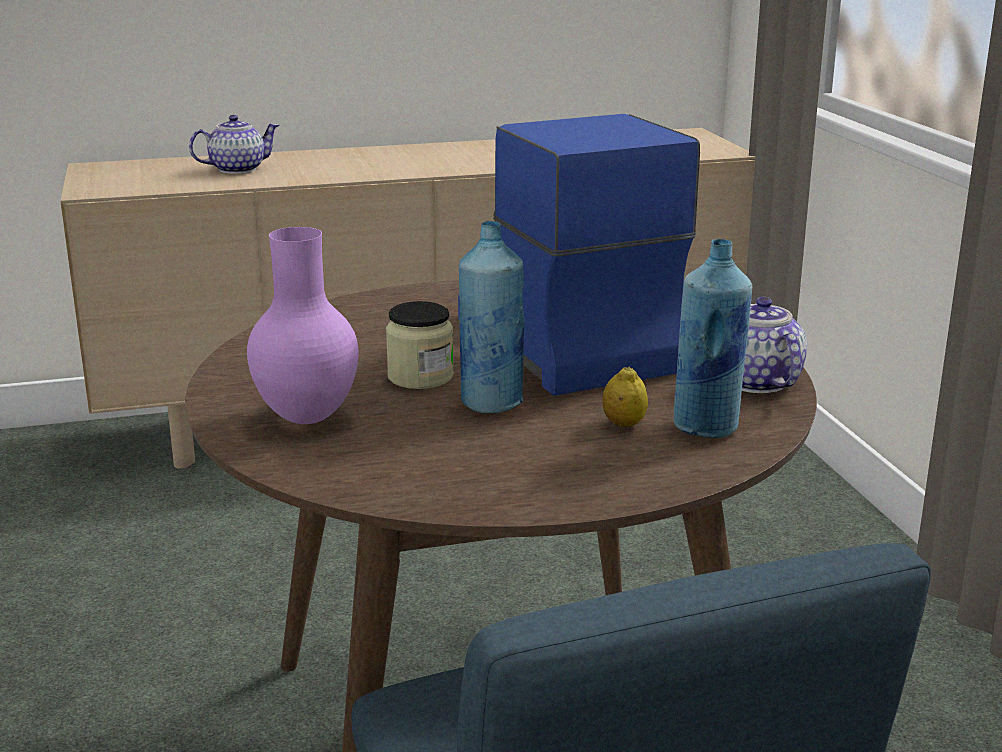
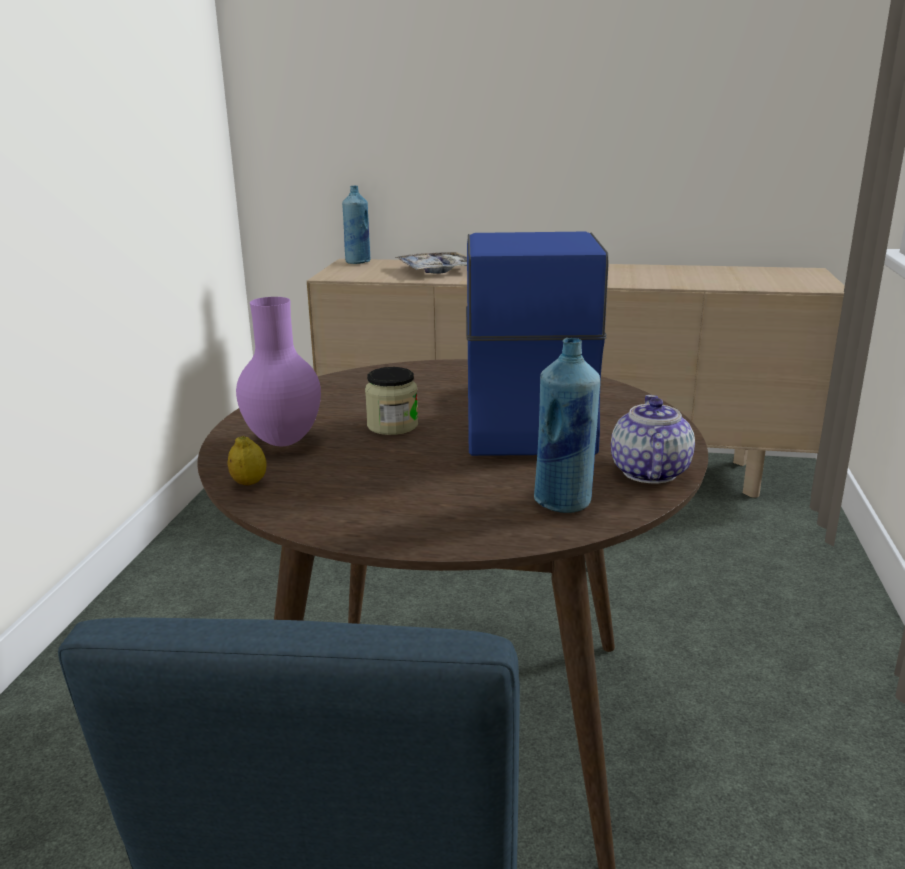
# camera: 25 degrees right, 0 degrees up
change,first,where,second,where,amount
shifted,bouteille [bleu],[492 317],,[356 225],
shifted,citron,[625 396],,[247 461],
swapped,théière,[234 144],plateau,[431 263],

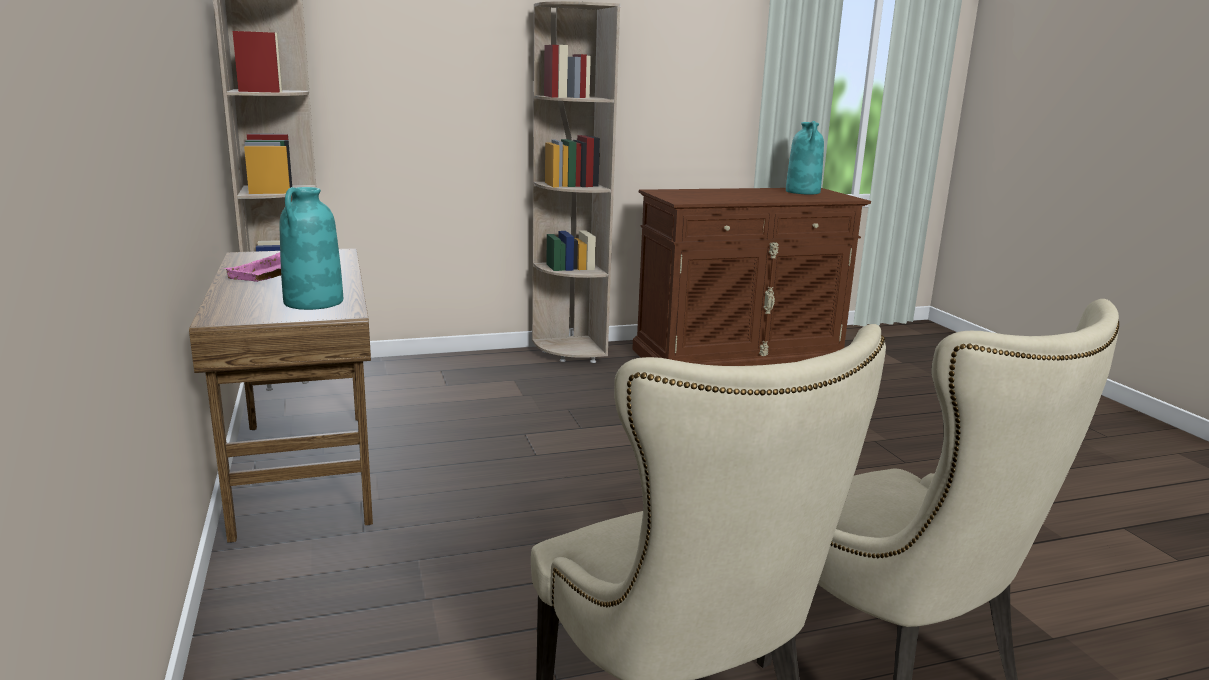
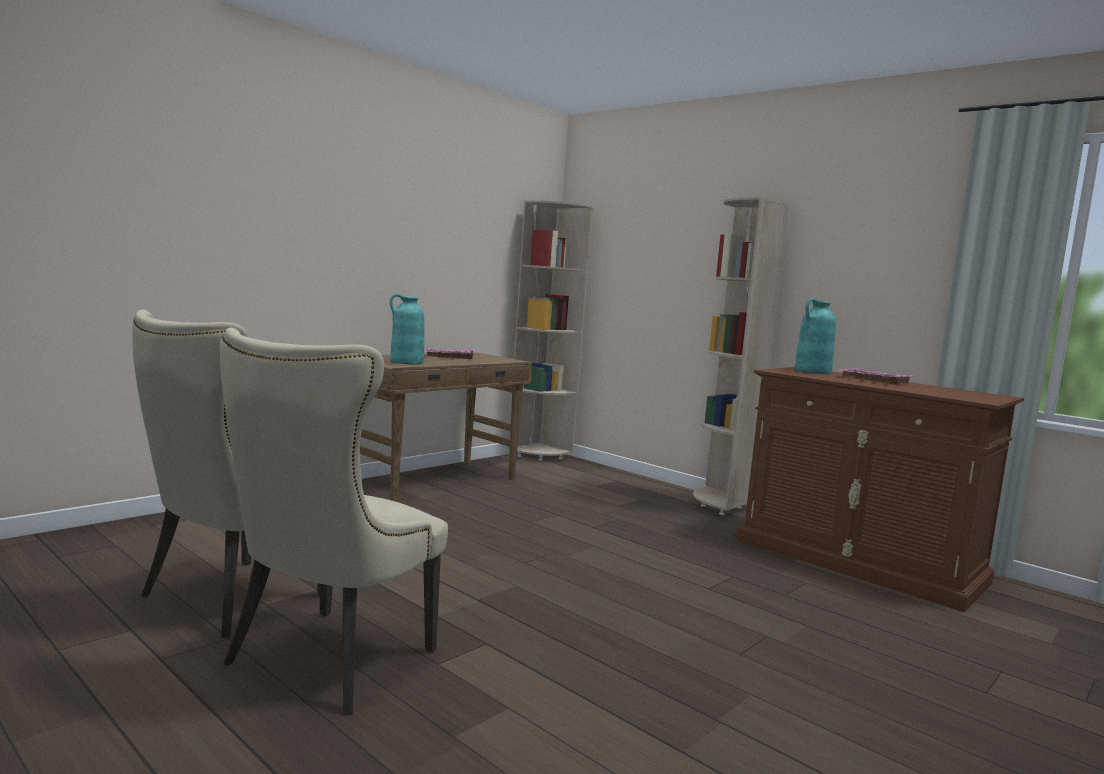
# camera: 60 degrees right, 10 degrees down
change,first,where,second,where,amount
new,,,plateau [rose],[877 376],
shifted,vase [turquoise],[805 158],,[815 336],

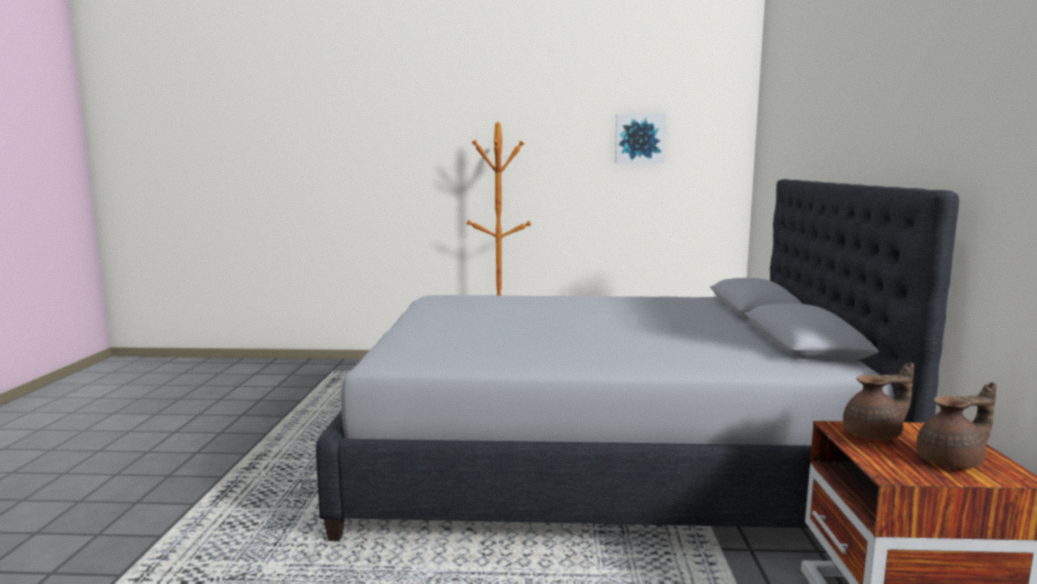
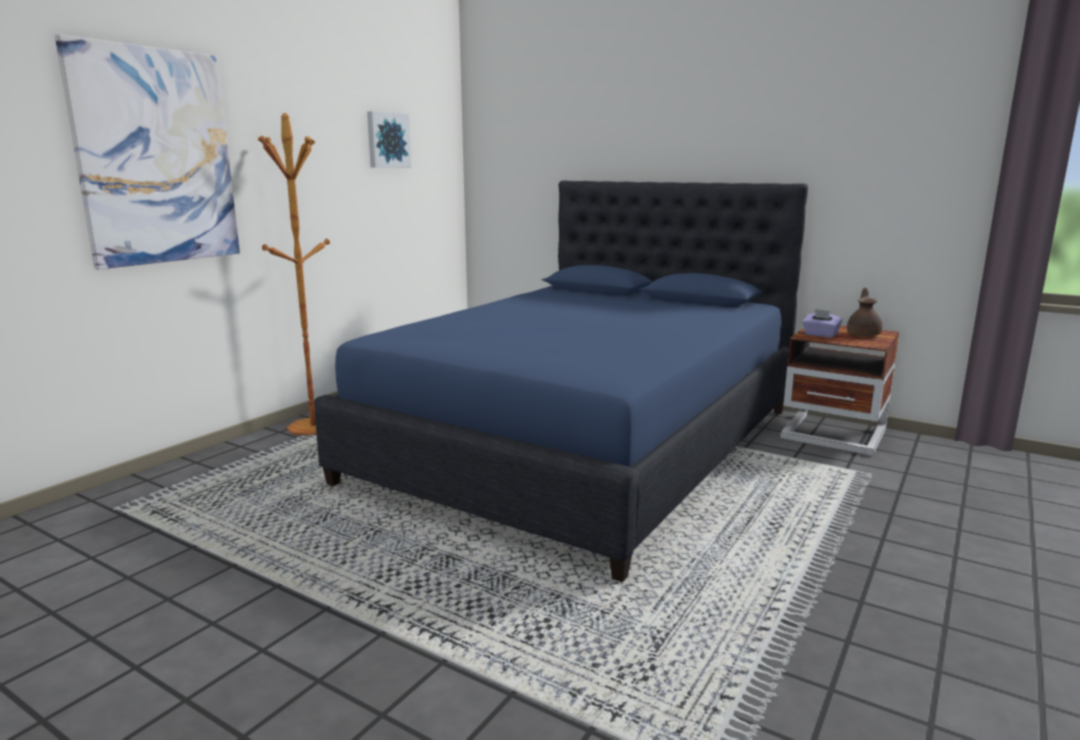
# camera: 60 degrees left, 5 degrees up
change,first,where,second,where,amount
new,,,tableau,[147 152],
swapped,théière [marron],[878 401],boîte à mouchoirs [violet],[822 323],
repainted,lit [gris],[637 360],lit [bleu],[561 381],

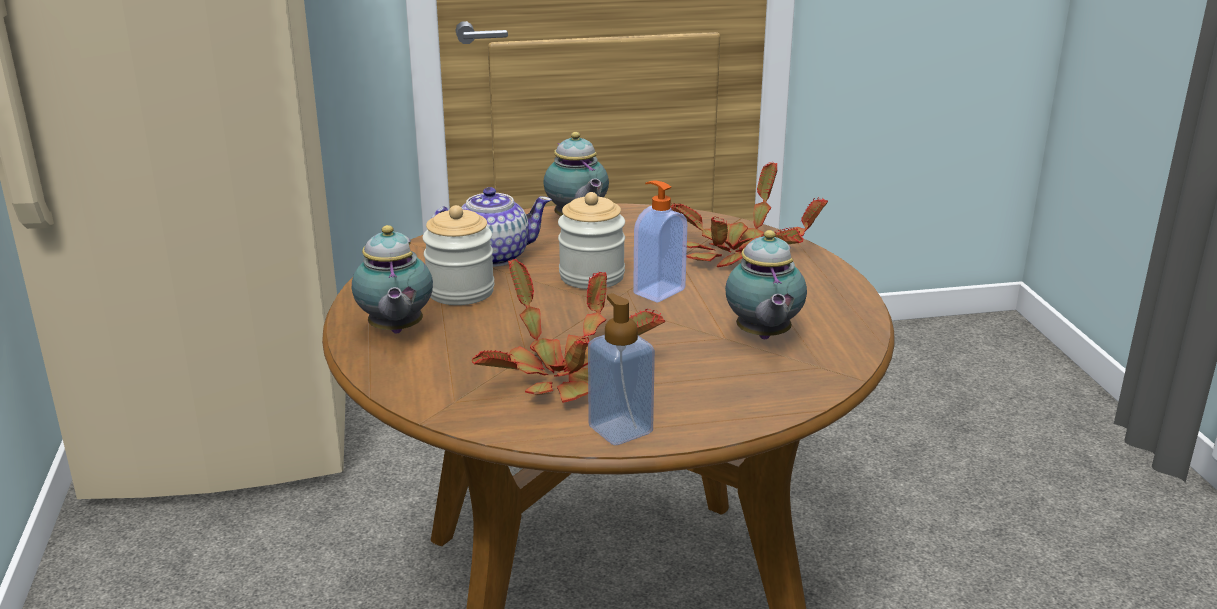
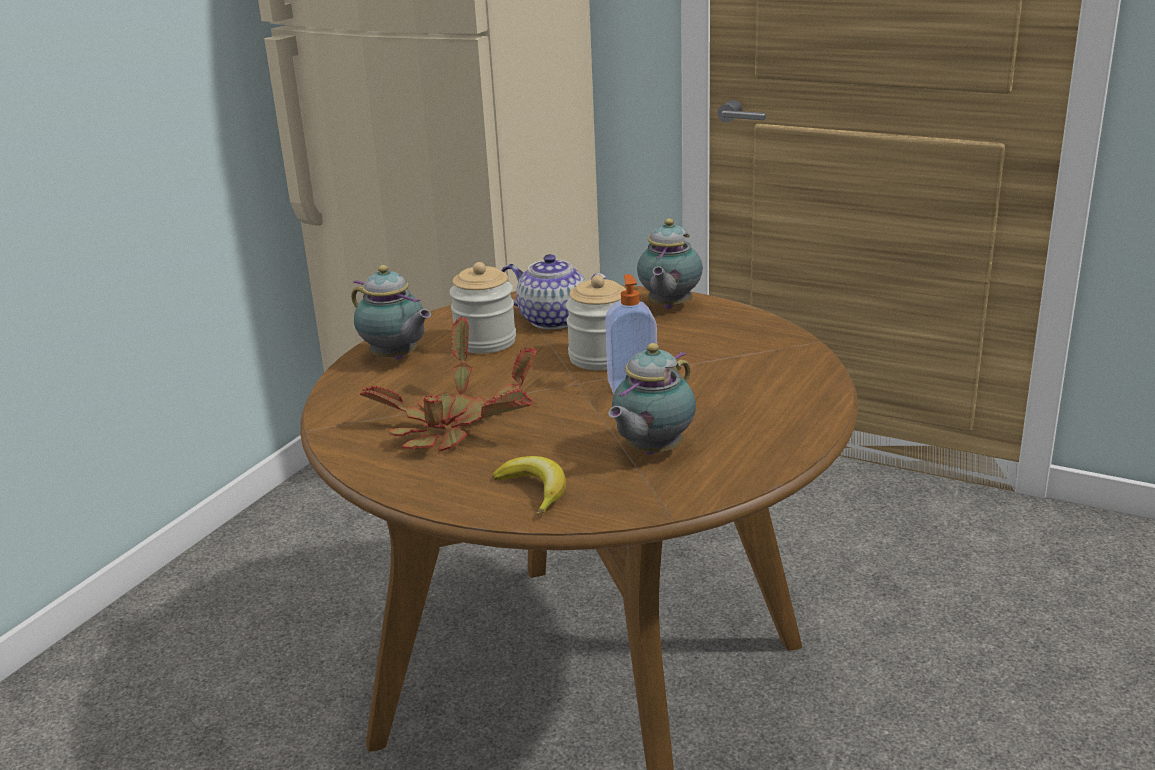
# camera: 40 degrees right, 0 degrees up
change,first,where,second,where,amount
gone,distributeur de savon,[621 369],,,
gone,plante en pot,[749 214],,,
new,,,banane,[529 486],
rotated,théière,[392 279],,[391 312],75 degrees counterclockwise

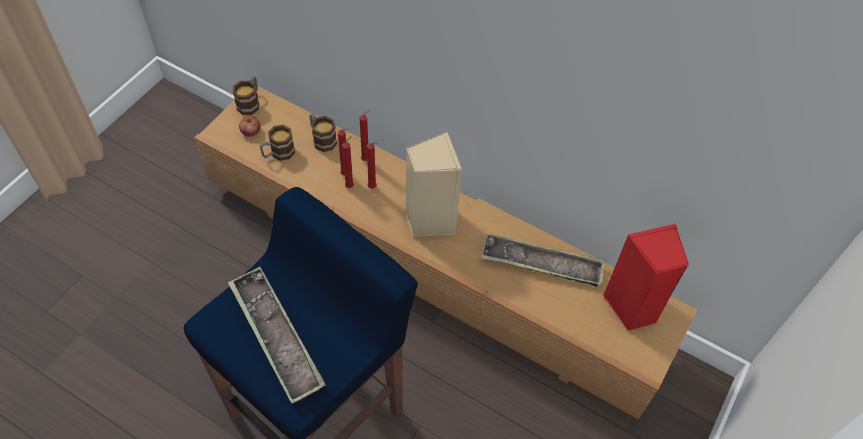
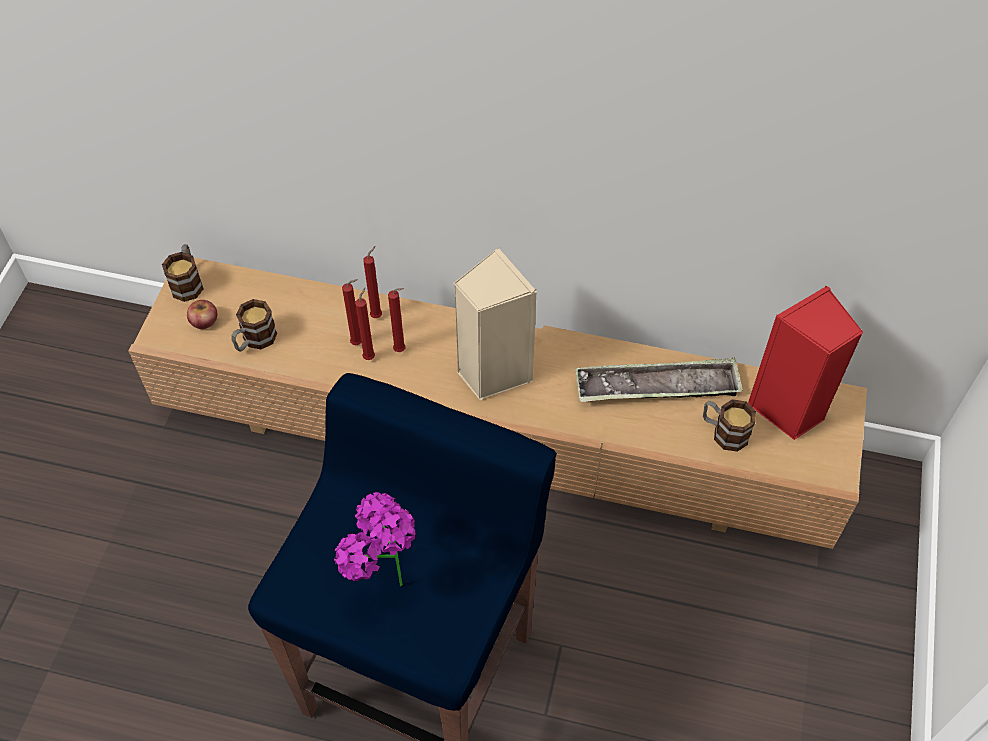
# camera: 15 degrees left, 0 degrees up
change,first,where,second,where,amount
shifted,mug,[323 133],,[729 425],
swapped,plateau,[277 335],plante en pot,[375 539],

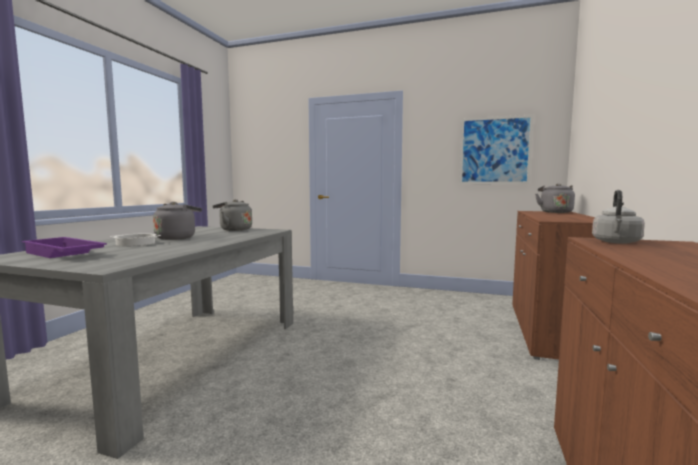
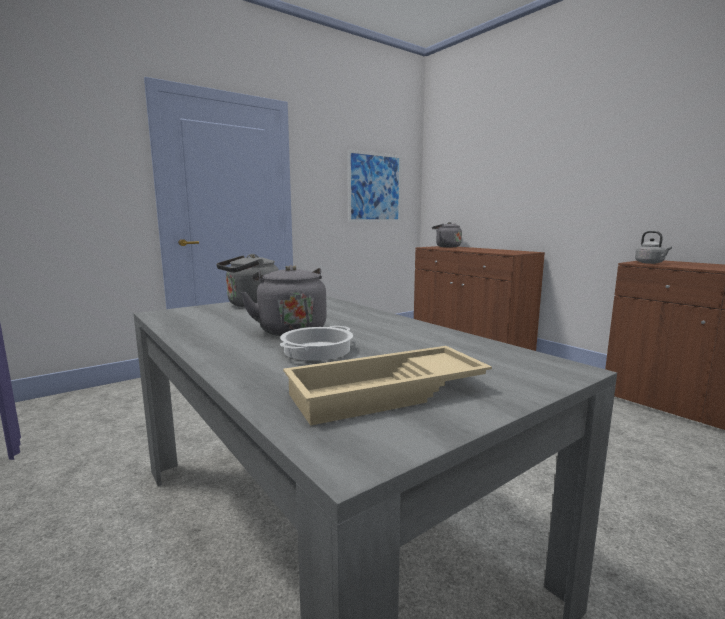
# camera: 55 degrees left, 5 degrees up
change,first,where,second,where,amount
repainted,plateau [violet],[64 247],plateau [beige],[387 386],

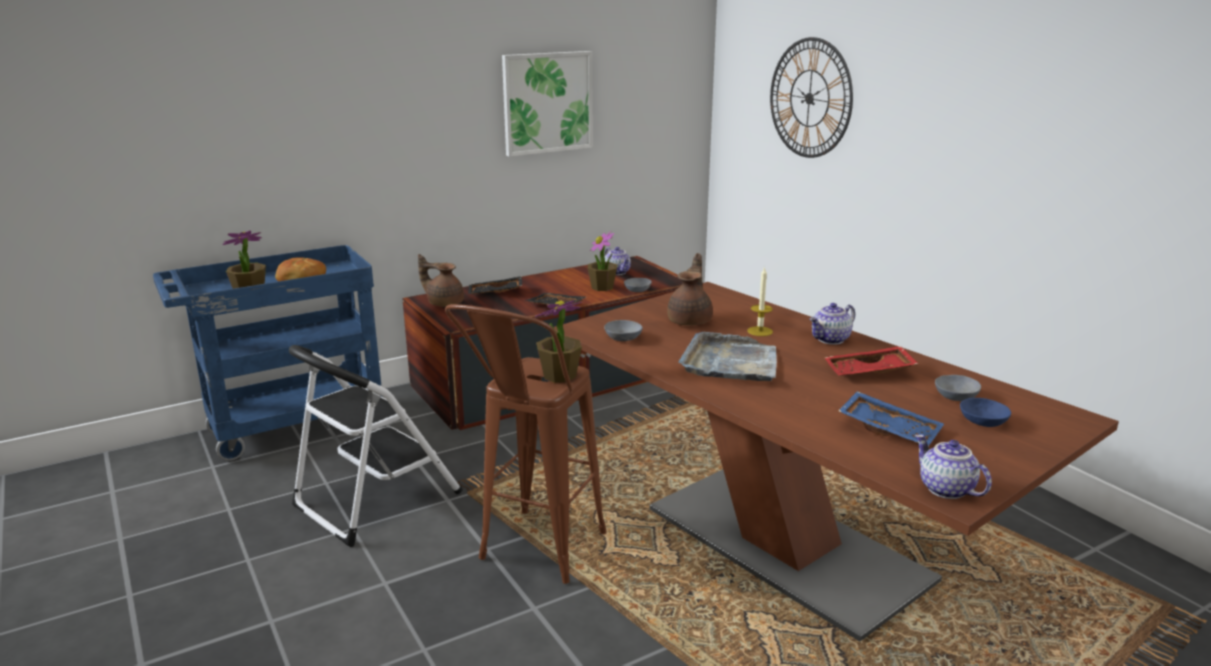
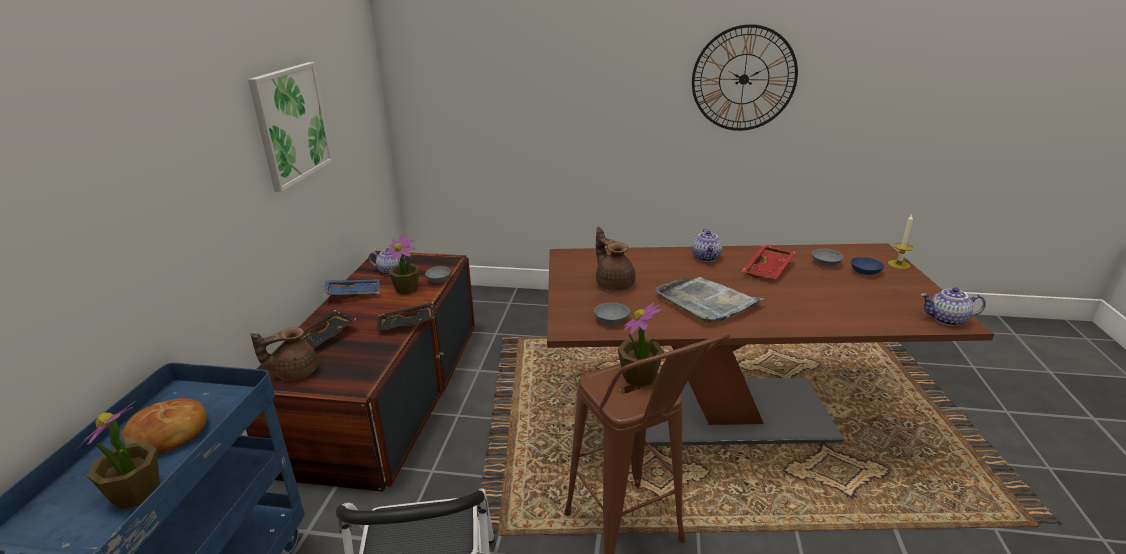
# camera: 50 degrees left, 5 degrees up
change,first,where,second,where,amount
shifted,bougie,[760 301],,[900 242],
shifted,horloge murale,[811 97],,[745 77],
shifted,plateau [bleu],[891 418],,[352 289],

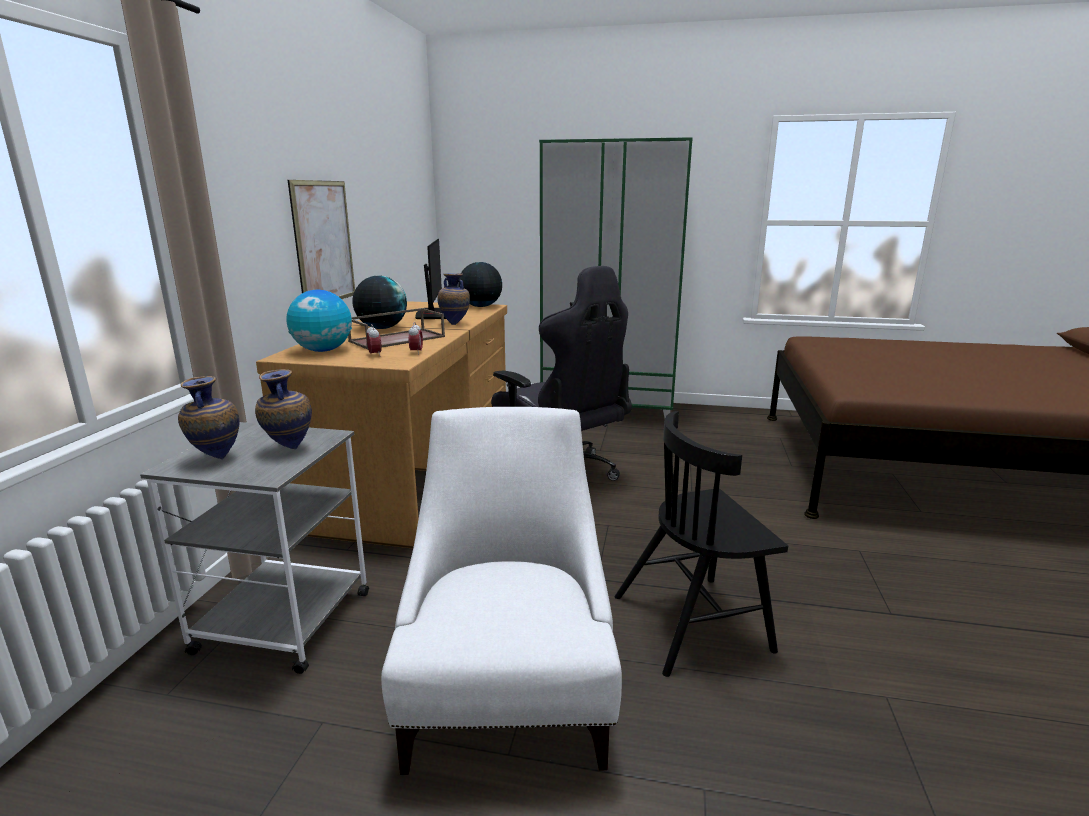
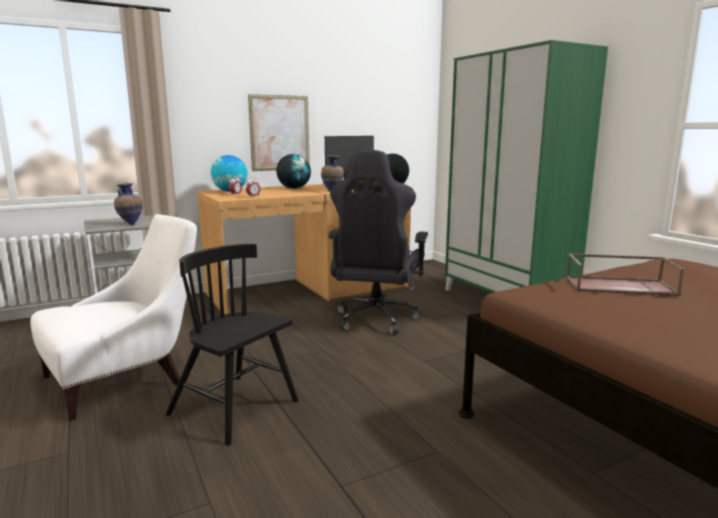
# camera: 50 degrees right, 5 degrees down
change,first,where,second,where,amount
gone,vase,[208 417],,,
shifted,plateau [marron],[396 329],,[625 275],

